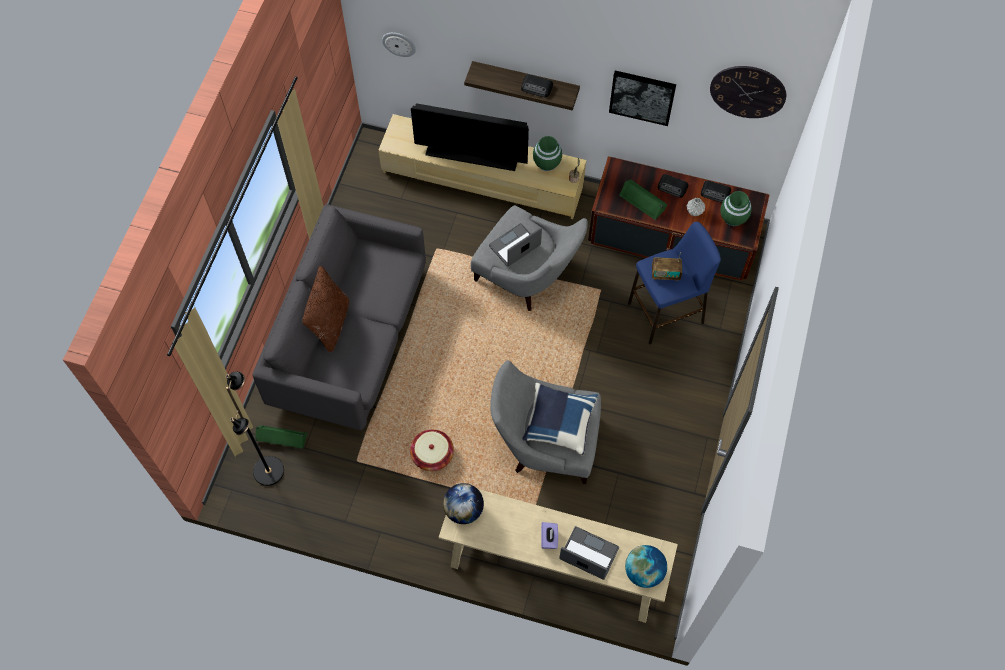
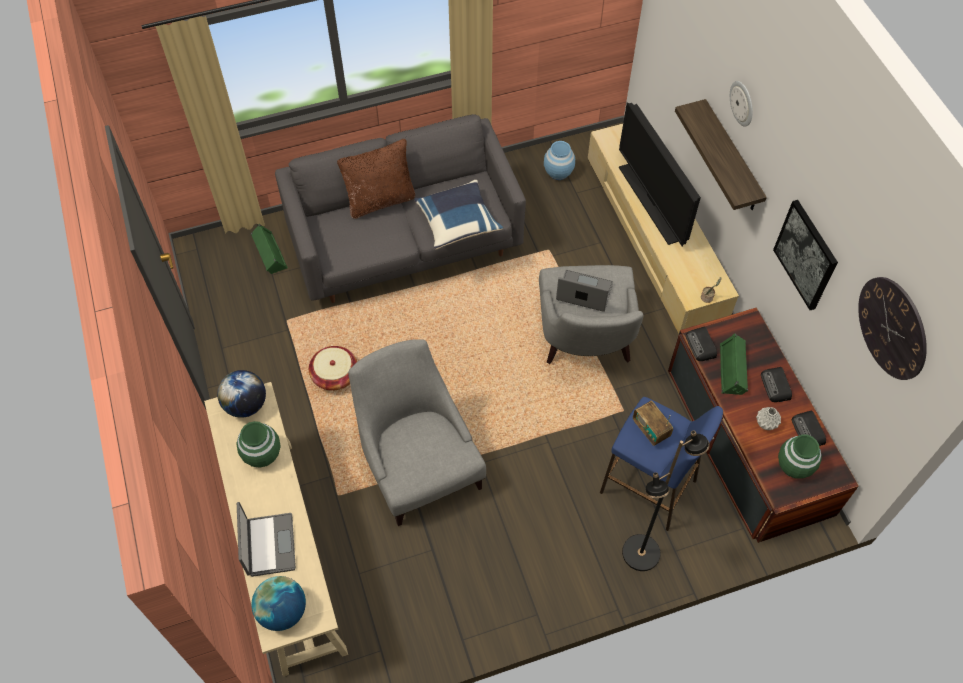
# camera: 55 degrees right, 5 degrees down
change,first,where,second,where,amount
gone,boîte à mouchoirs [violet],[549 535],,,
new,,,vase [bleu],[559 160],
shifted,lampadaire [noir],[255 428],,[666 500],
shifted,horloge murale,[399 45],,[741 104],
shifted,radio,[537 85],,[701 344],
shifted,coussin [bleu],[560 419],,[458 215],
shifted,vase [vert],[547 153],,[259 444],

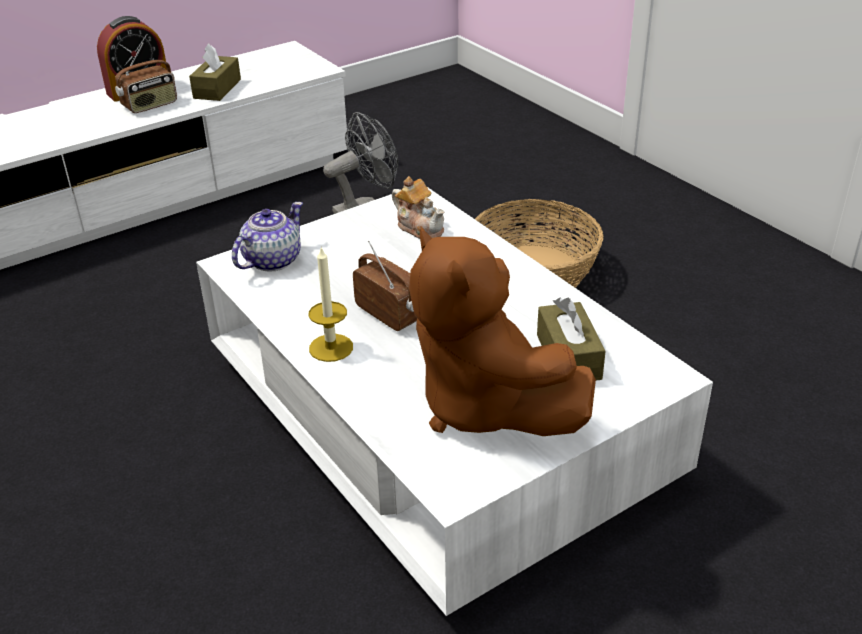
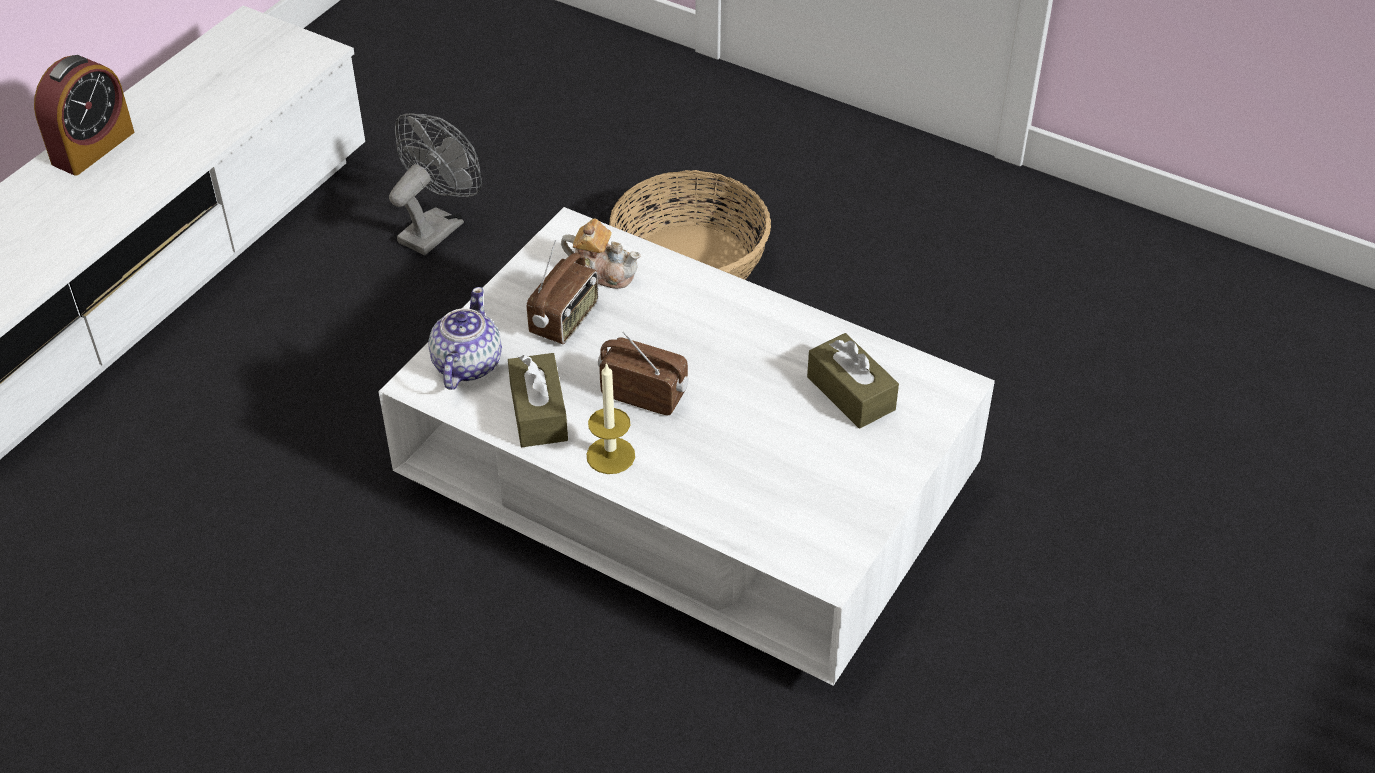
# camera: 25 degrees left, 10 degrees up
change,first,where,second,where,amount
gone,peluche [marron],[502 331],,,
shifted,radio,[146 77],,[562 292],
shifted,boîte à mouchoirs [marron],[215 72],,[538 400],

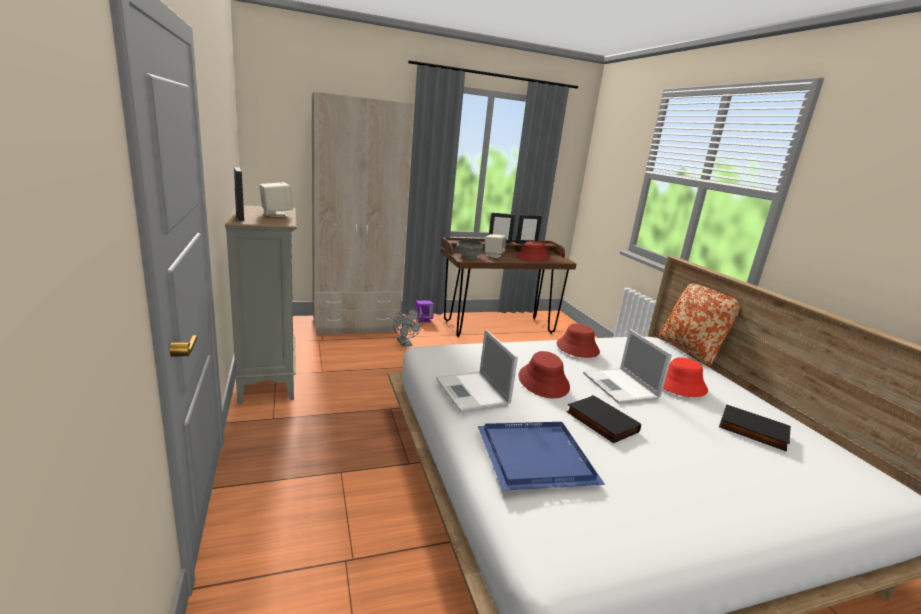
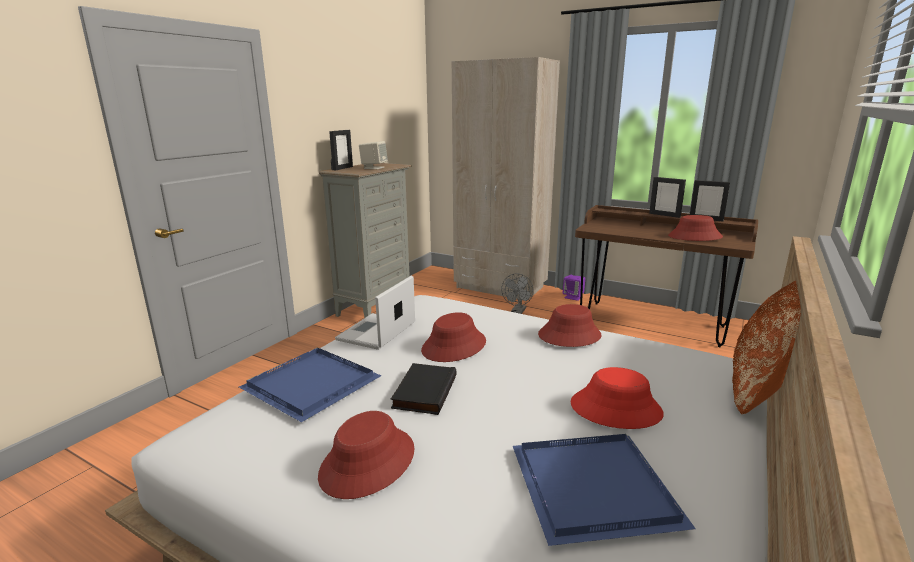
# camera: 50 degrees right, 0 degrees up
change,first,where,second,where,amount
gone,bol [gris],[470 249],,,
gone,enceinte [beige],[495 246],,,
gone,ordinateur portable,[627 366],,,
new,,,chapeau [rouge],[366 455],
swapped,livre [noir],[755 428],plateau [bleu],[604 490],

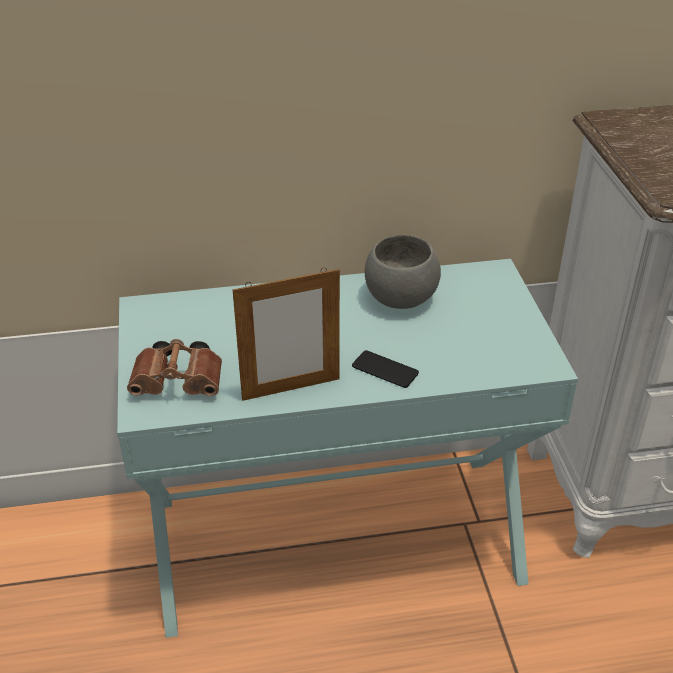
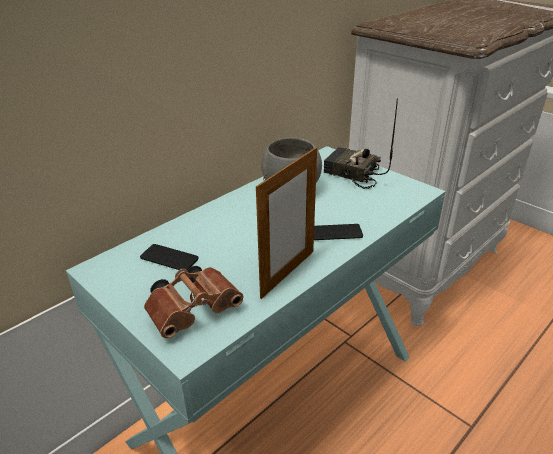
# camera: 35 degrees left, 5 degrees down
change,first,where,second,where,amount
new,,,téléphone,[169 257],
new,,,radio,[361 143],

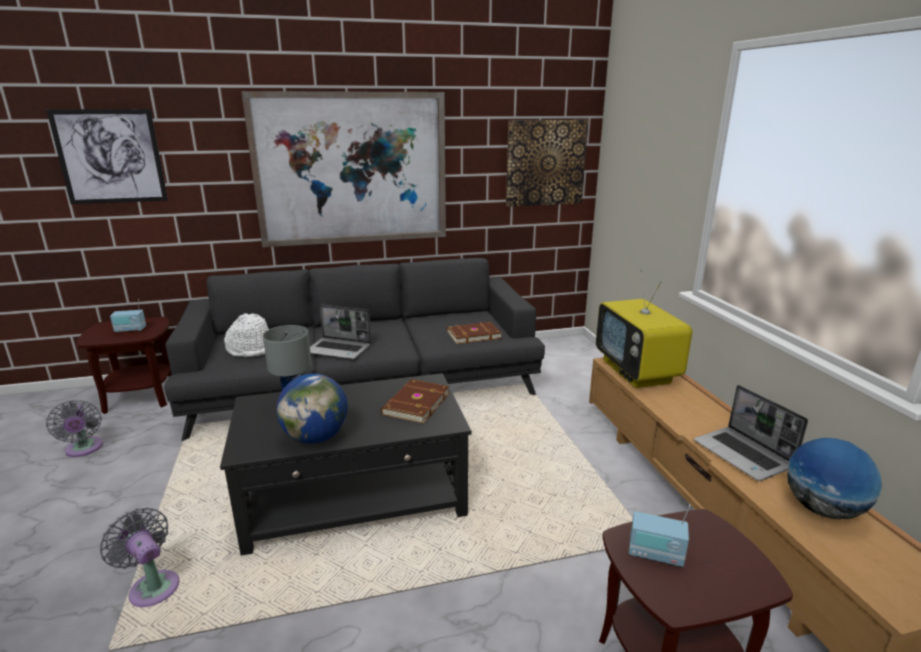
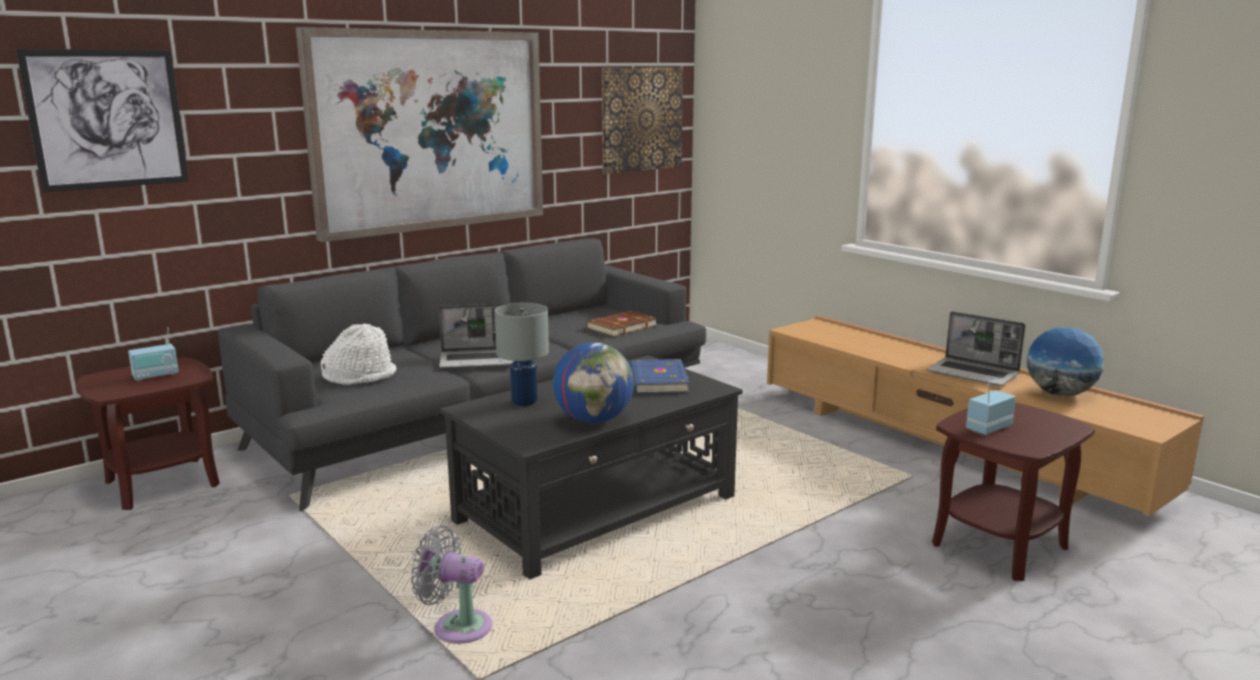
# camera: 25 degrees left, 5 degrees down
change,first,where,second,where,amount
gone,ventilateur [gris],[74 428],,,
gone,téléviseur,[644 329],,,
repainted,livre [marron],[415 401],livre [bleu],[659 376],
rotated,radio,[660 536],,[991 409],150 degrees clockwise

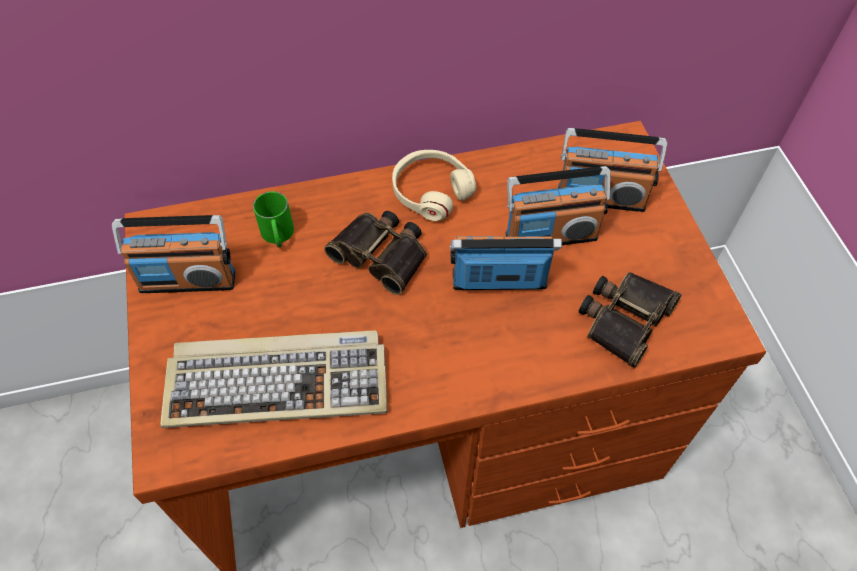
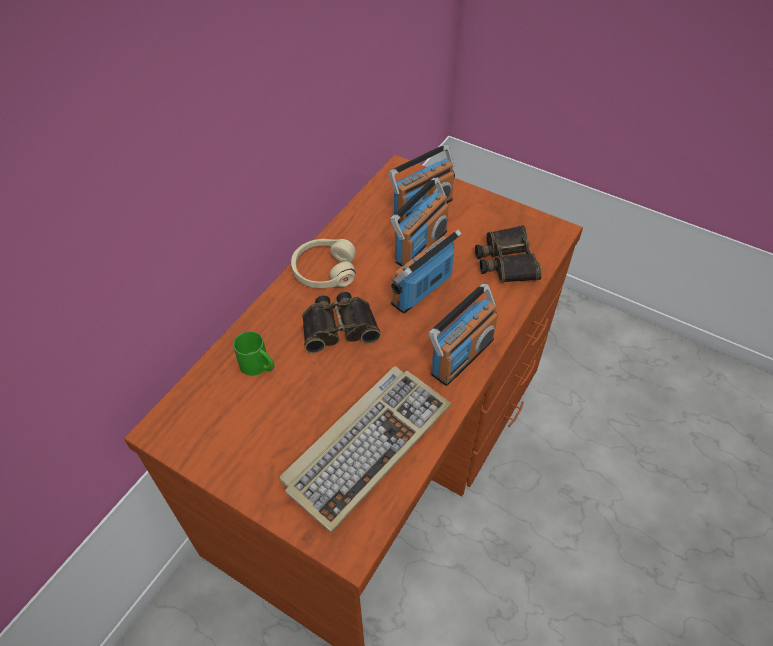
# camera: 45 degrees left, 5 degrees down
change,first,where,second,where,amount
shifted,radio,[174 254],,[463 335],

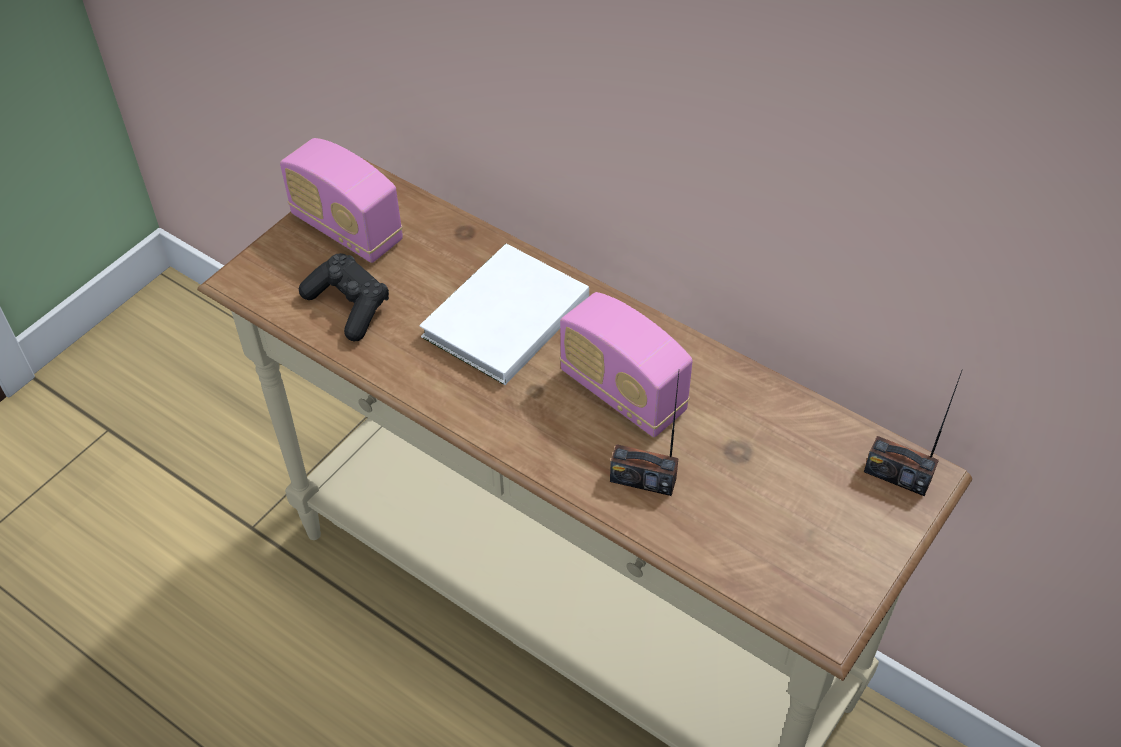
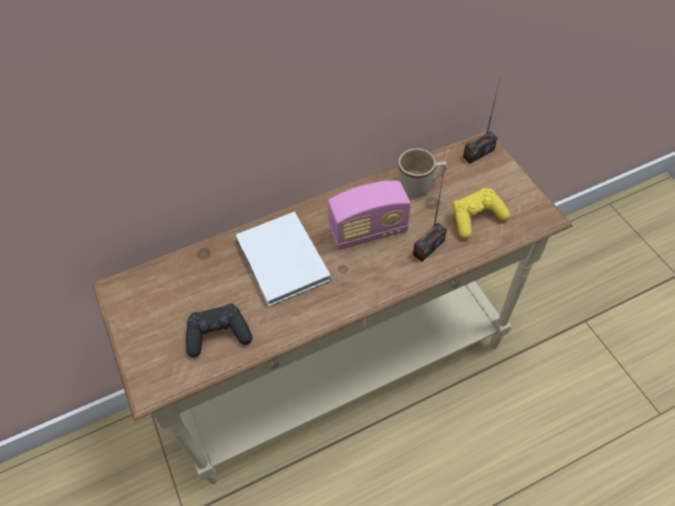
# camera: 60 degrees left, 5 degrees up
change,first,where,second,where,amount
gone,radio,[341 200],,,
new,,,mug [beige],[422 172],
new,,,manette [jaune],[481 213],

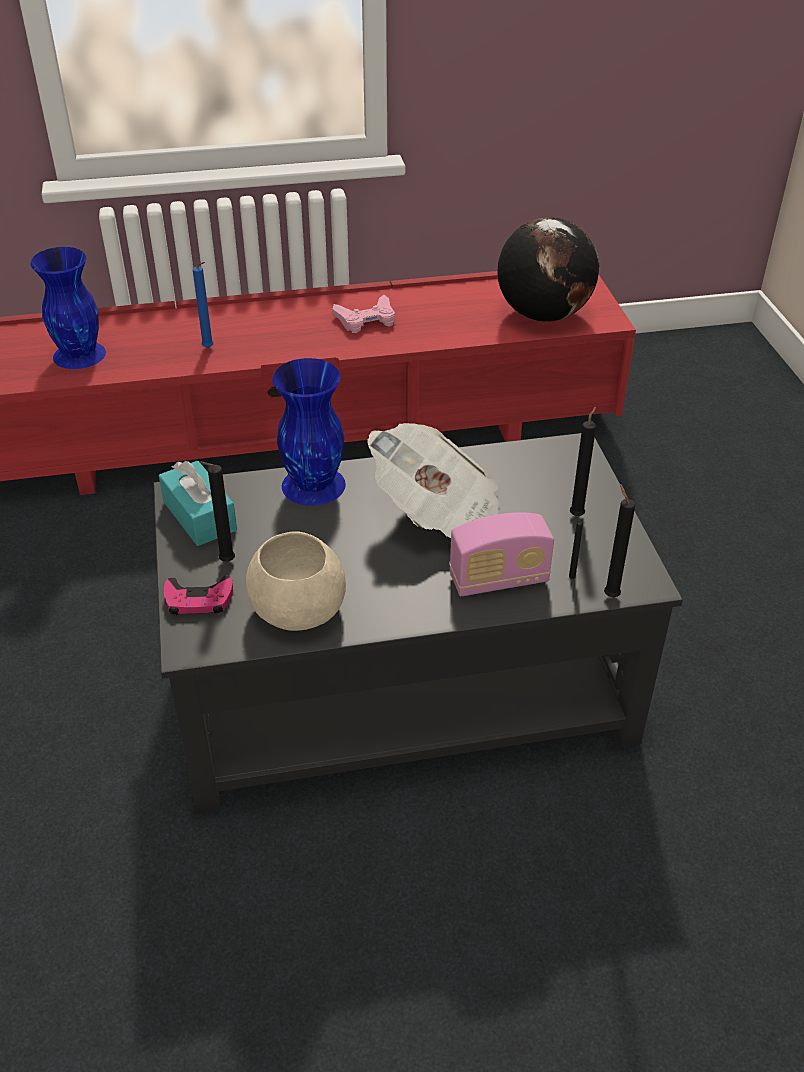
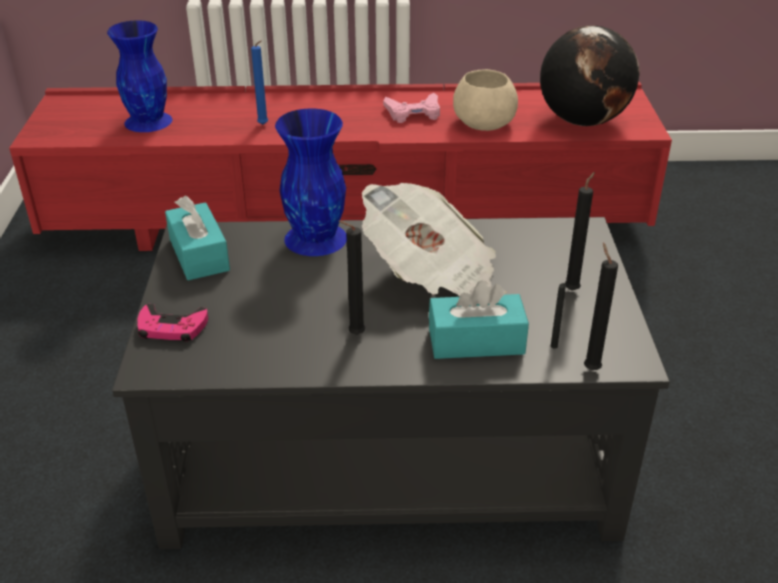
# camera: 10 degrees right, 5 degrees down
change,first,where,second,where,amount
shifted,bougie [noir],[217 511],,[351 277],
shifted,bol [beige],[296 581],,[485 100],
swapped,radio,[501 554],boîte à mouchoirs [turquoise],[479 319],

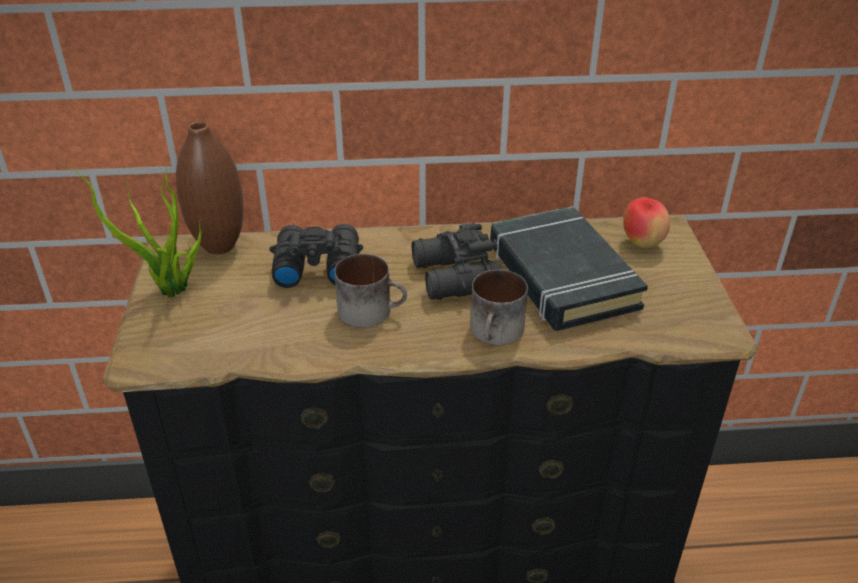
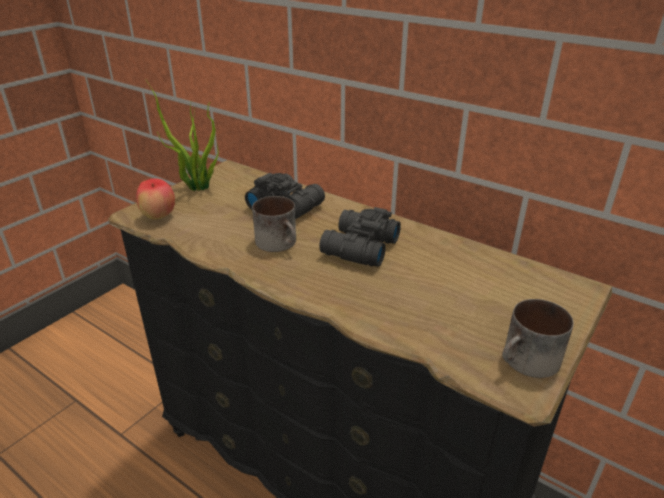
# camera: 40 degrees right, 5 degrees down
change,first,where,second,where,amount
gone,vase [marron],[210 188],,,
gone,livre [noir],[569 268],,,
shifted,mug,[499 307],,[538 338],
shifted,pomme,[646 222],,[155 198],

